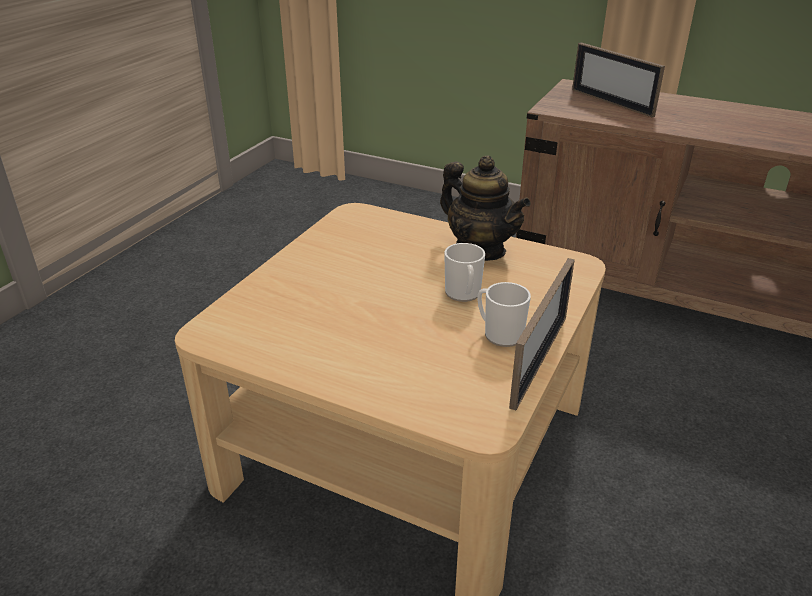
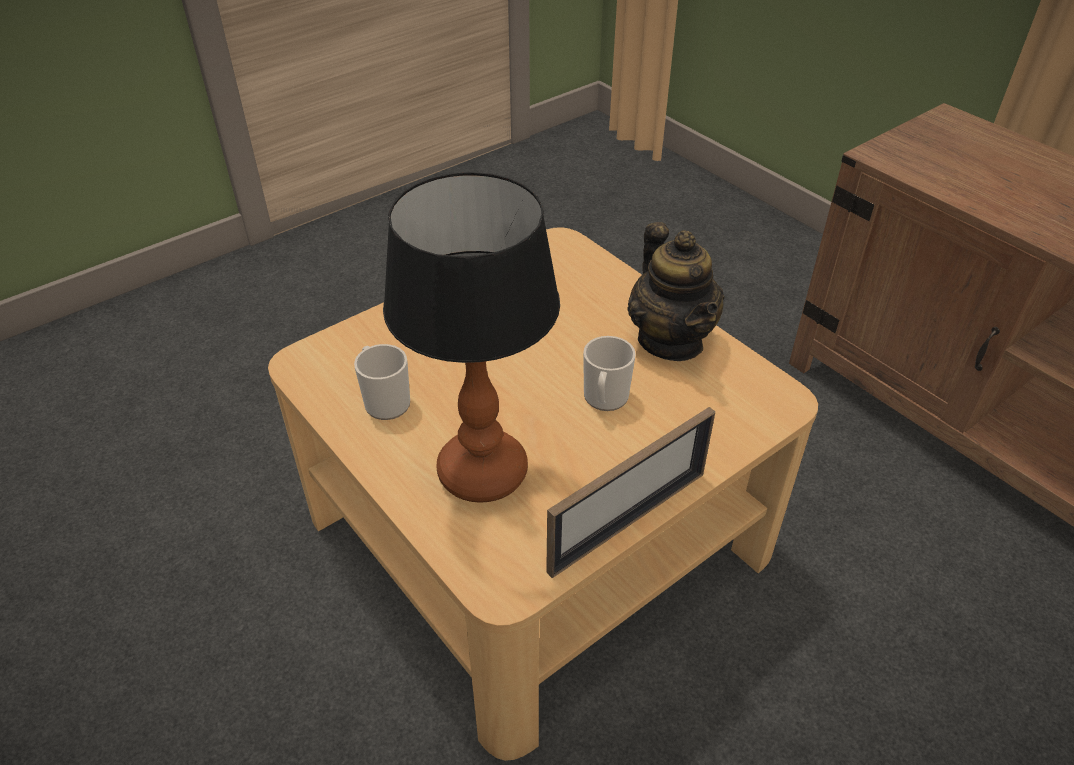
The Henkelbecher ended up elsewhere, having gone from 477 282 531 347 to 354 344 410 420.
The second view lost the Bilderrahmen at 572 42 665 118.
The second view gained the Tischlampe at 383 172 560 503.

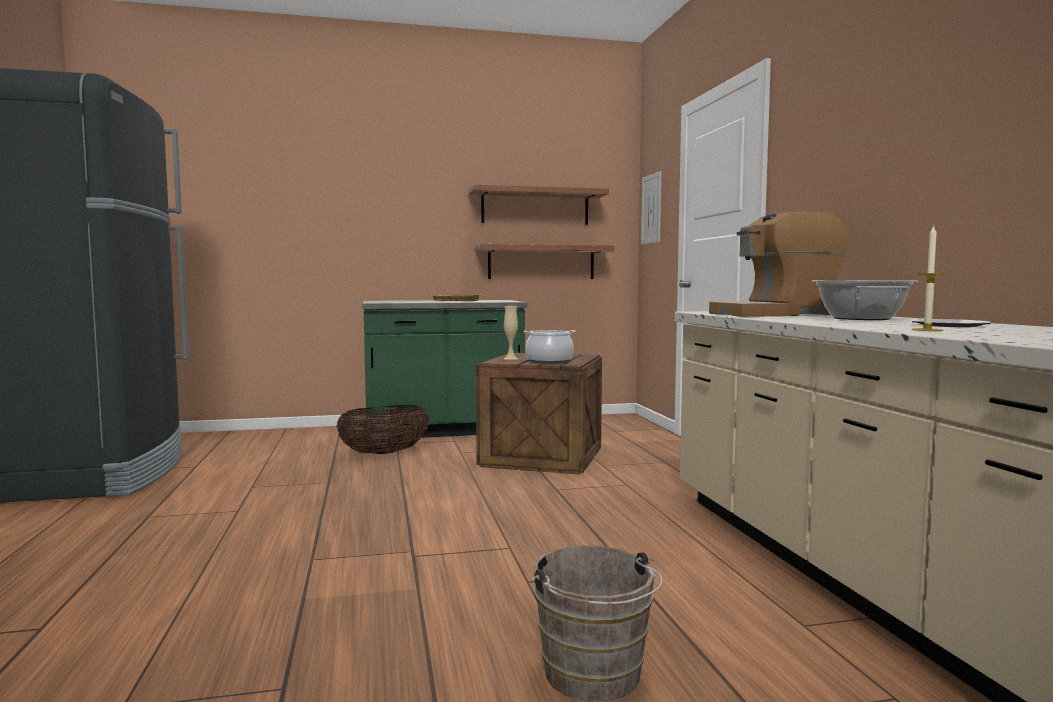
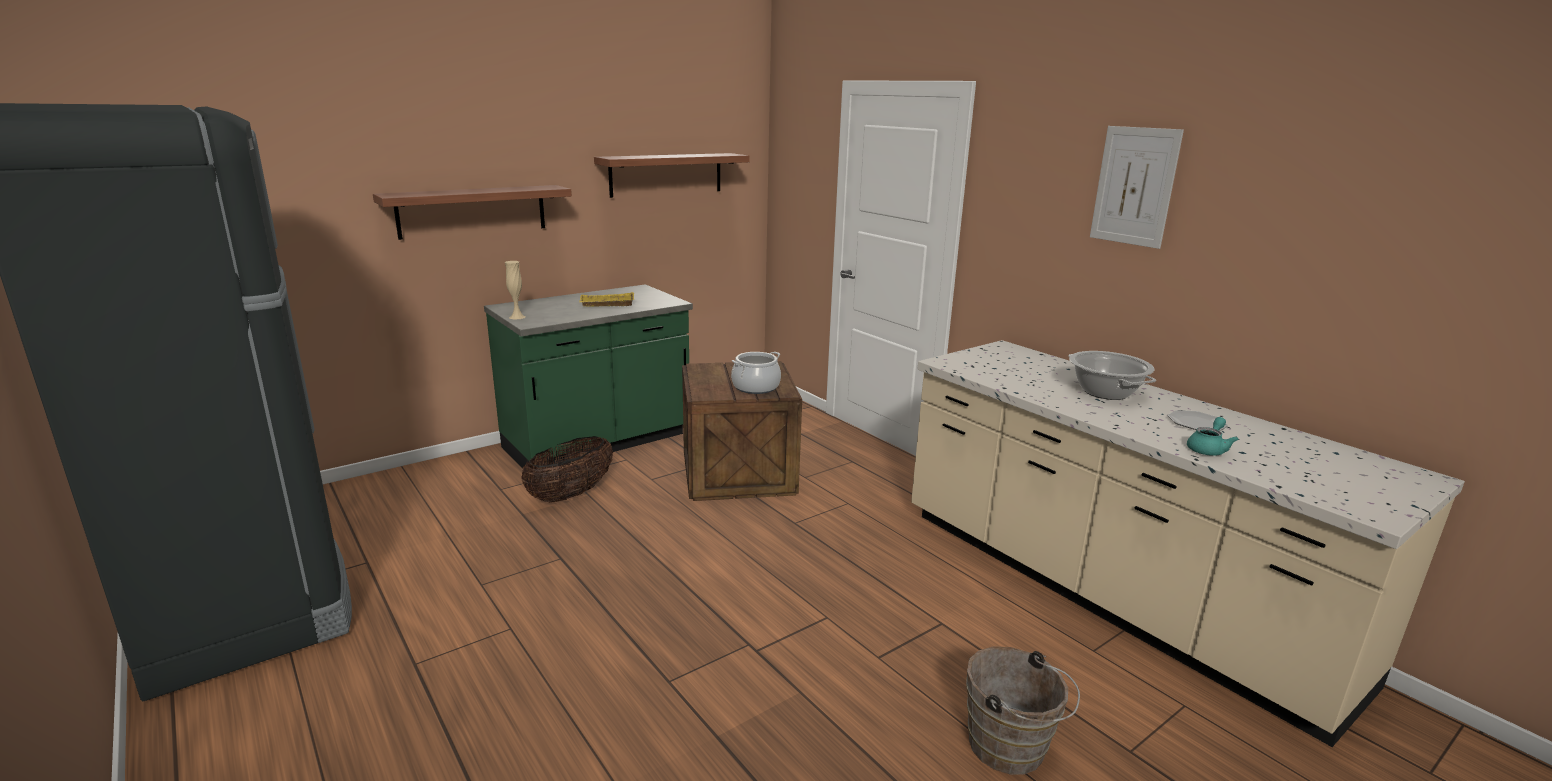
The Wandregal ended up elsewhere, having gone from 475 244 615 279 to 373 185 572 240.
The Vase (beige) ended up elsewhere, having gone from 504 306 518 360 to 505 261 525 320.
The Bild ended up elsewhere, having gone from 641 171 661 244 to 1090 126 1184 249.
The second view lost the Kaffeemaschine at 709 212 848 317.
Where the Kerze stood at 912 225 945 331, the Teekanne (türkis) came to stand at 1187 417 1238 456.

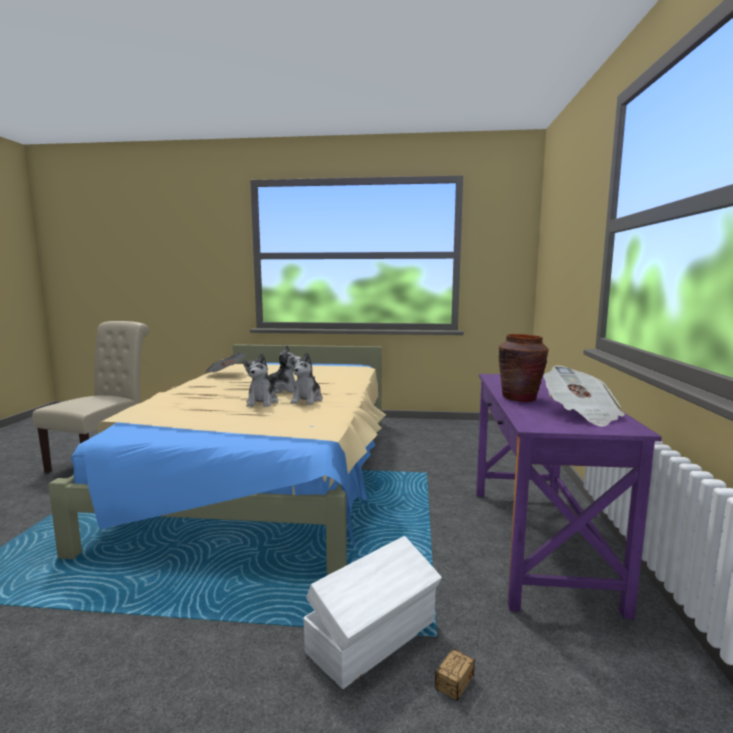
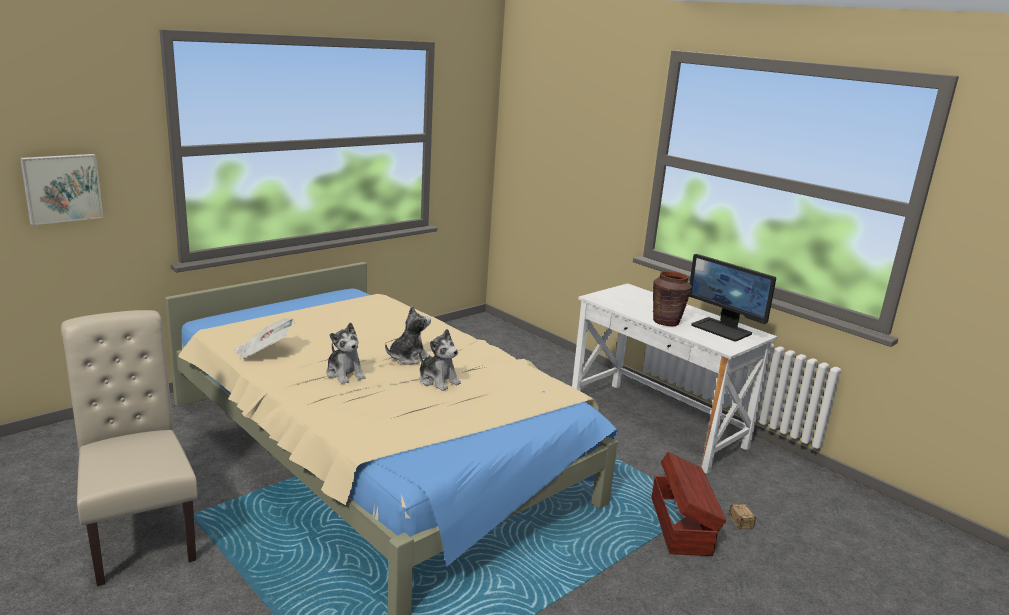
The Plüschtier ended up elsewhere, having gone from 289 352 323 405 to 326 322 366 384.
What was the Aufbewahrungsbox (weiß) at 303 536 442 689 turned into the Aufbewahrungsbox (braun) at 651 452 726 556.
What was the Schreibtisch (lila) at 476 374 662 619 turned into the Schreibtisch (weiß) at 572 283 777 474.
Where the Zeitung stood at 543 365 625 427, the Monitor came to stand at 689 254 776 341.
The second view gained the Bild at 20 154 103 225.

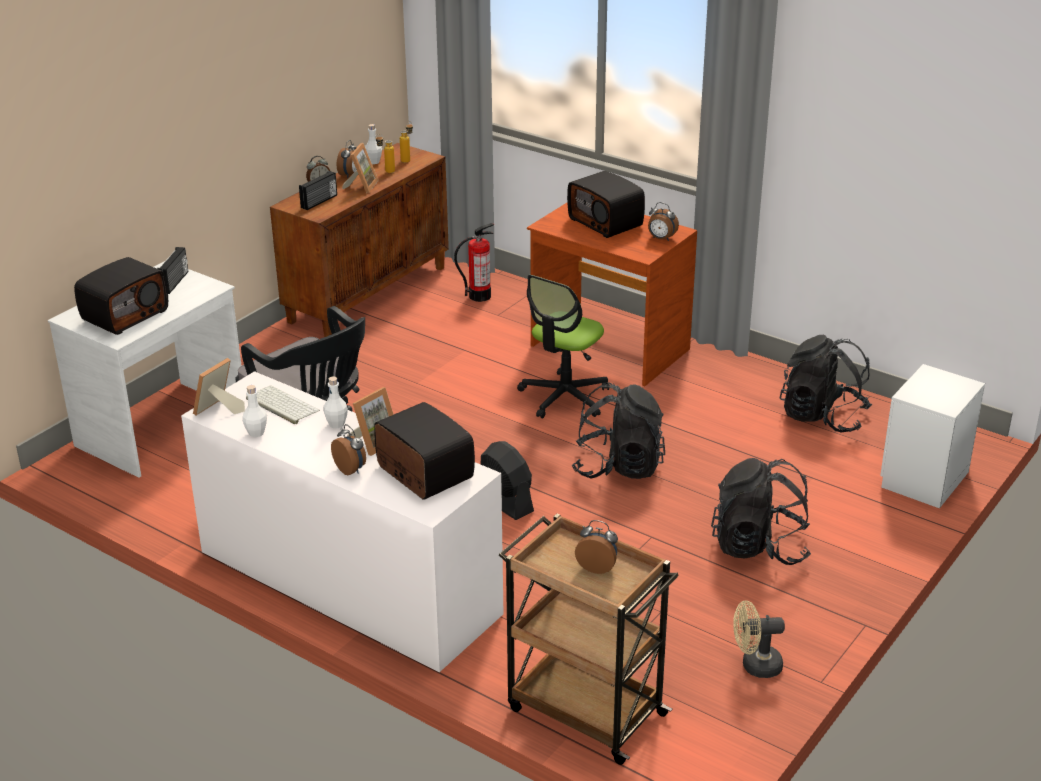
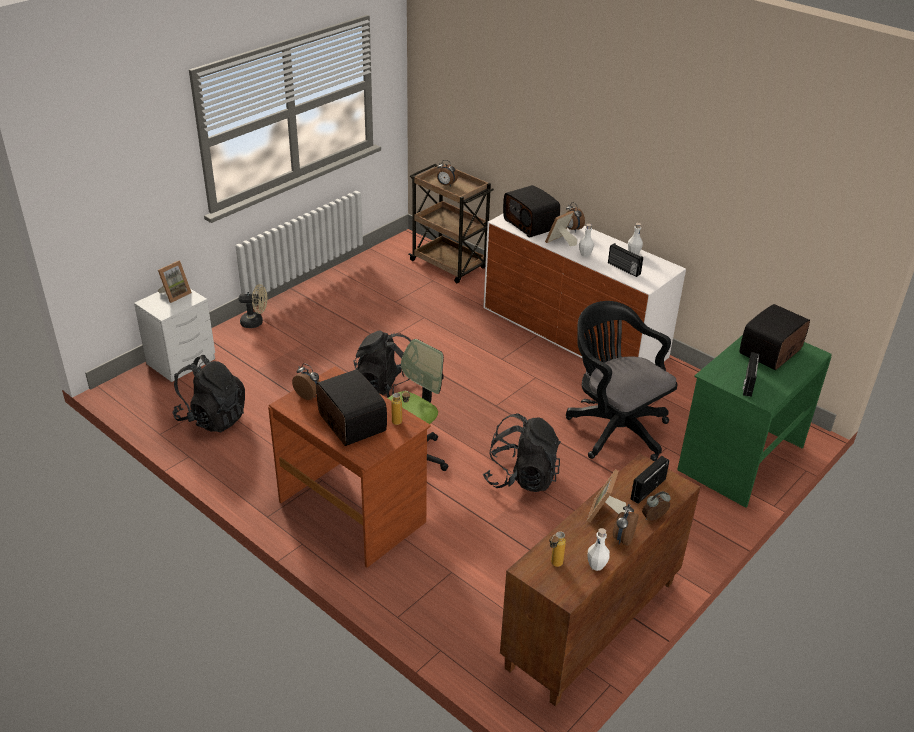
What was the Schreibtisch (weiß) at 48 261 241 478 turned into the Schreibtisch (grün) at 677 335 832 508.
The Bilderrahmen ended up elsewhere, having gone from 193 358 245 416 to 158 261 192 303.
Where the Tastatur stood at 246 386 320 424, the Radio came to stand at 608 243 643 277.
The Flasche ended up elsewhere, having gone from 375 134 395 173 to 391 391 410 425.
The second view lost the Feuerlöscher at 454 223 494 302.
The second view lost the Ventilator (schwarz) at 481 441 534 520.
The Rucksack (schwarz) ended up elsewhere, having gone from 711 458 811 565 to 483 413 561 492.
The Ventilator (beige) ended up elsewhere, having gone from 733 601 785 678 to 239 284 267 328.

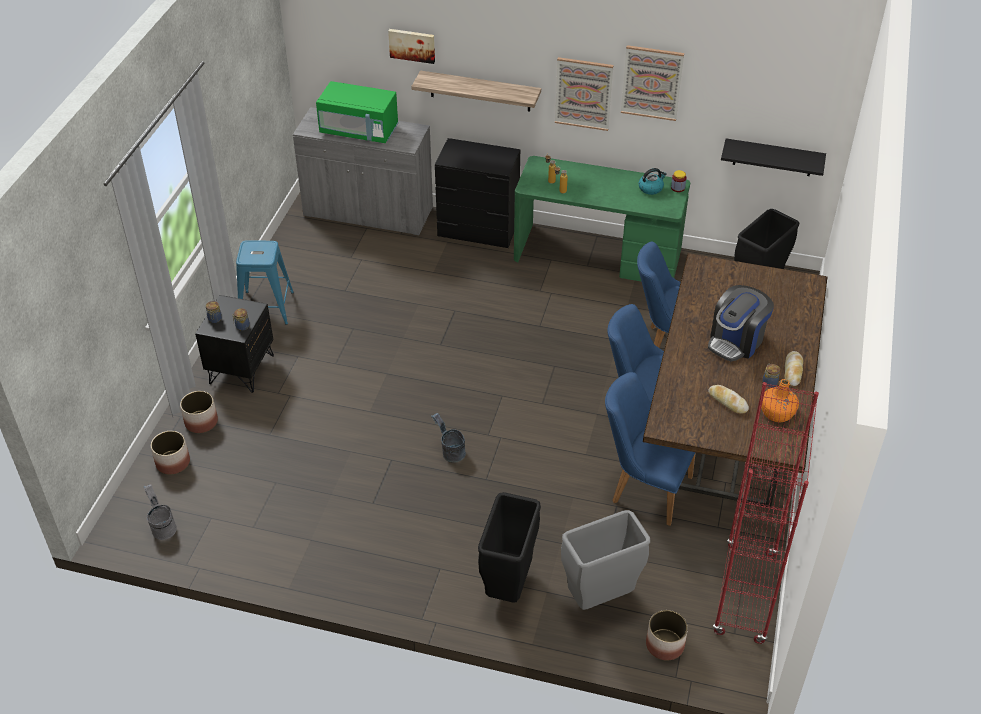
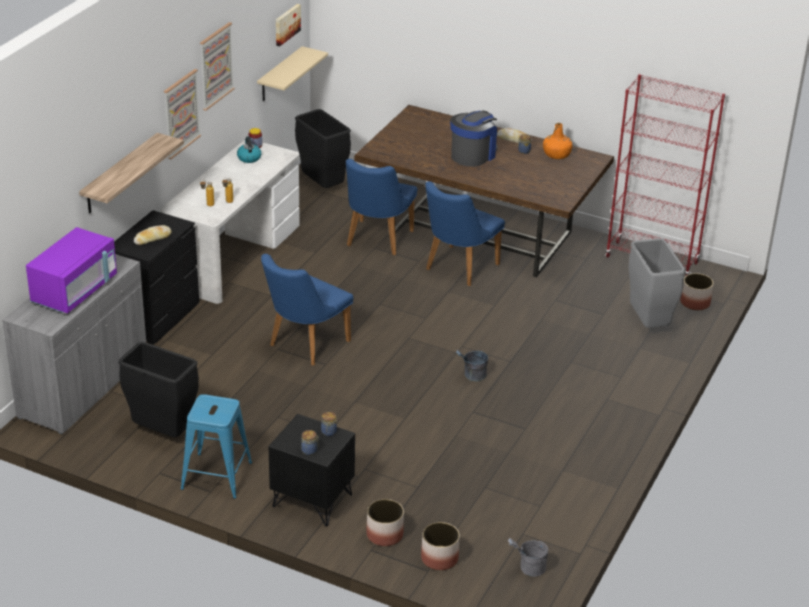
What was the Mikrowelle (grün) at 316 81 399 143 turned into the Mikrowelle (lila) at 26 227 117 313.
The Bild ended up elsewhere, having gone from 388 29 435 64 to 276 4 301 46.
The Mülleimer (schwarz) ended up elsewhere, having gone from 478 492 541 603 to 119 342 199 437.
What was the Schreibtisch (grün) at 514 156 690 281 turned into the Schreibtisch (weiß) at 161 140 300 304.
The Stuhl (blau) ended up elsewhere, having gone from 605 372 696 526 to 261 254 353 365.
The Kaffeemaschine at 708 285 774 361 ended up facing another way, 105 degrees counterclockwise from before.
The Brot ended up elsewhere, having gone from 708 385 749 414 to 134 225 172 245.
What was the Wandregal (schwarz) at 721 139 826 176 turned into the Wandregal (beige) at 257 46 328 101.

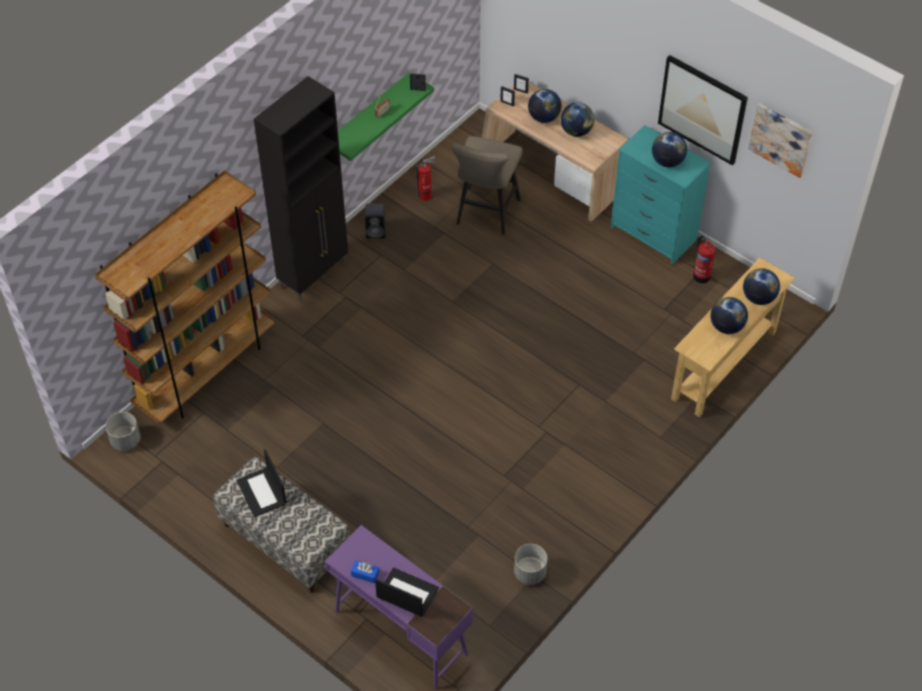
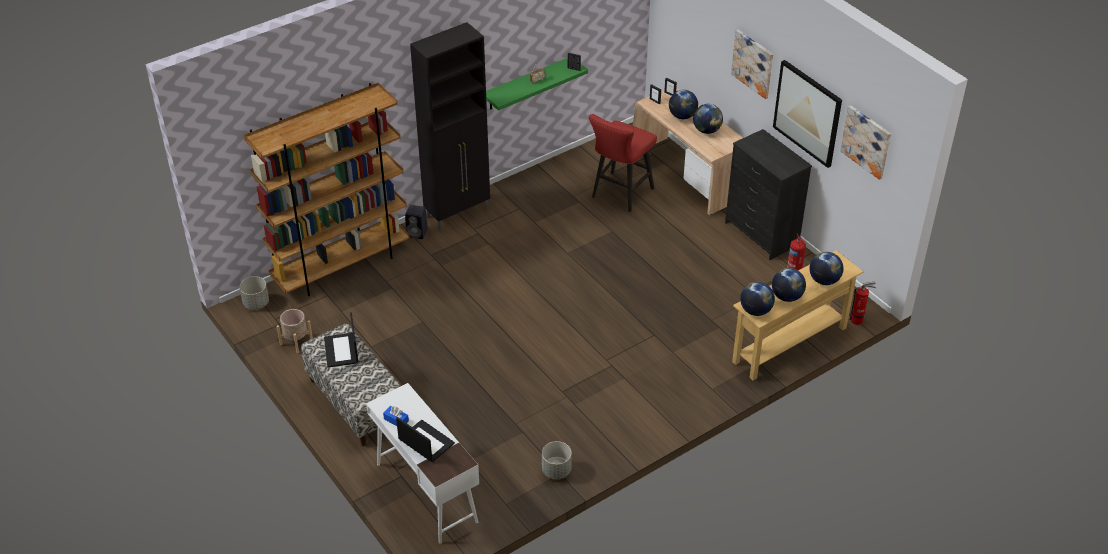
What was the Schreibtisch (lila) at 325 525 473 690 turned into the Schreibtisch (weiß) at 366 383 479 544.
The Lautsprecher (schwarz) ended up elsewhere, having gone from 365 204 386 239 to 405 205 428 239.
The Feuerlöscher ended up elsewhere, having gone from 416 156 436 201 to 849 281 876 325.
What was the Hocker (beige) at 451 136 523 235 turned into the Hocker (rot) at 589 114 657 212.
What was the Kommode (türkis) at 611 125 711 265 turned into the Kommode (schwarz) at 725 129 812 260.
The Globus ended up elsewhere, having gone from 652 132 687 167 to 740 282 775 316.
The second view gained the Pflanzkübel (beige) at 277 309 313 353.
The second view gained the Bild at 731 30 773 99.

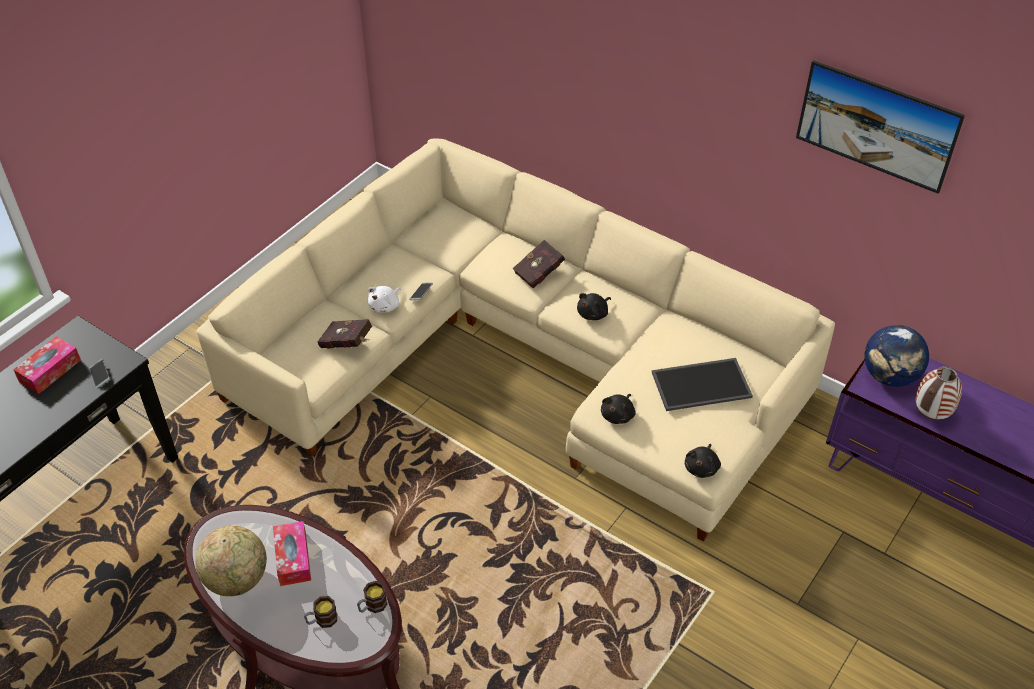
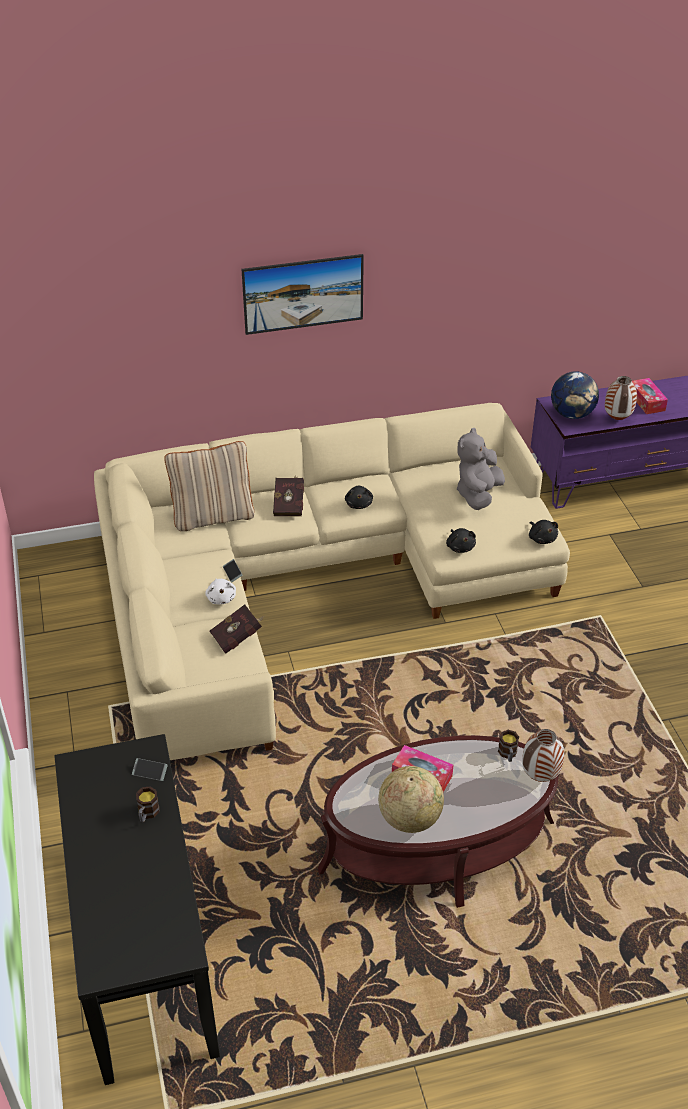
The Taschentuchbox ended up elsewhere, having gone from 13 336 81 394 to 632 378 668 414.
The Henkelbecher ended up elsewhere, having gone from 304 596 337 628 to 136 786 160 823.
Where the Tablett stood at 652 358 753 411, the Plüschtier (grau) came to stand at 457 428 505 510.
The Bild ended up elsewhere, having gone from 796 60 965 194 to 242 254 364 335.
The second view gained the Kissen (beige) at 164 441 255 531.
The second view gained the Vase at 522 729 564 782.

